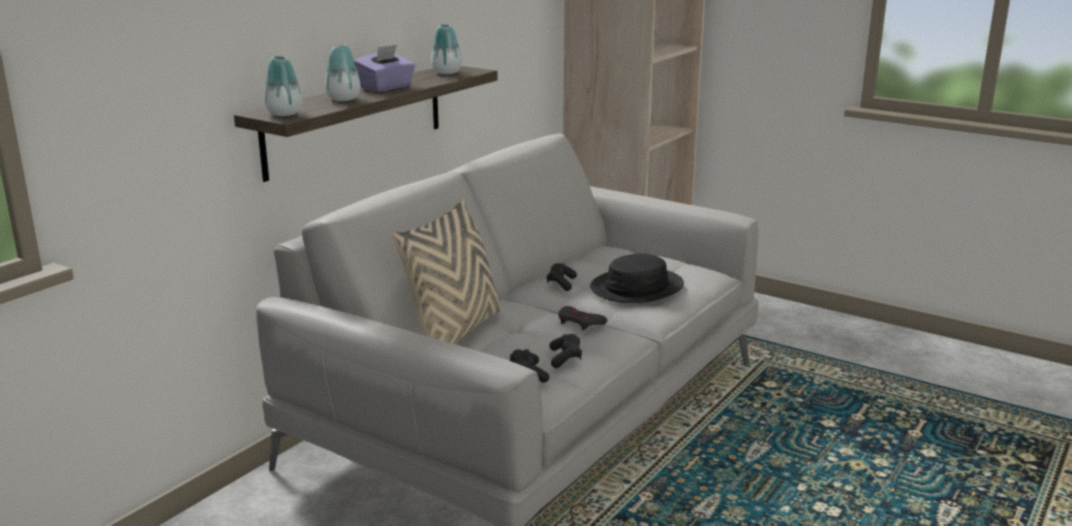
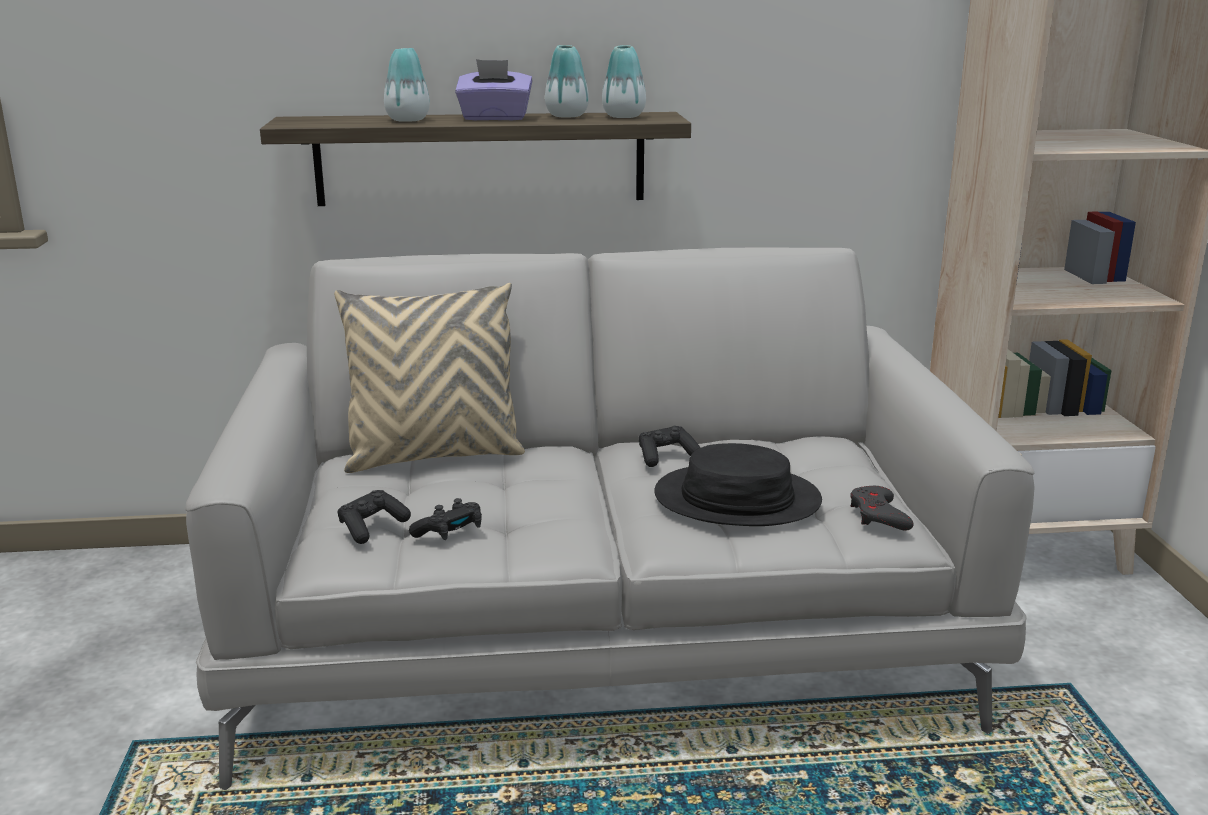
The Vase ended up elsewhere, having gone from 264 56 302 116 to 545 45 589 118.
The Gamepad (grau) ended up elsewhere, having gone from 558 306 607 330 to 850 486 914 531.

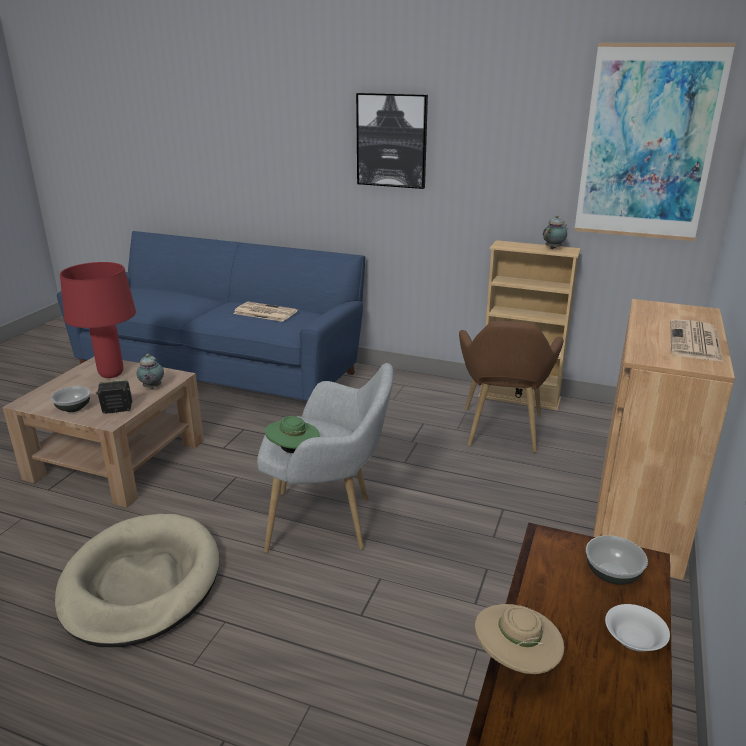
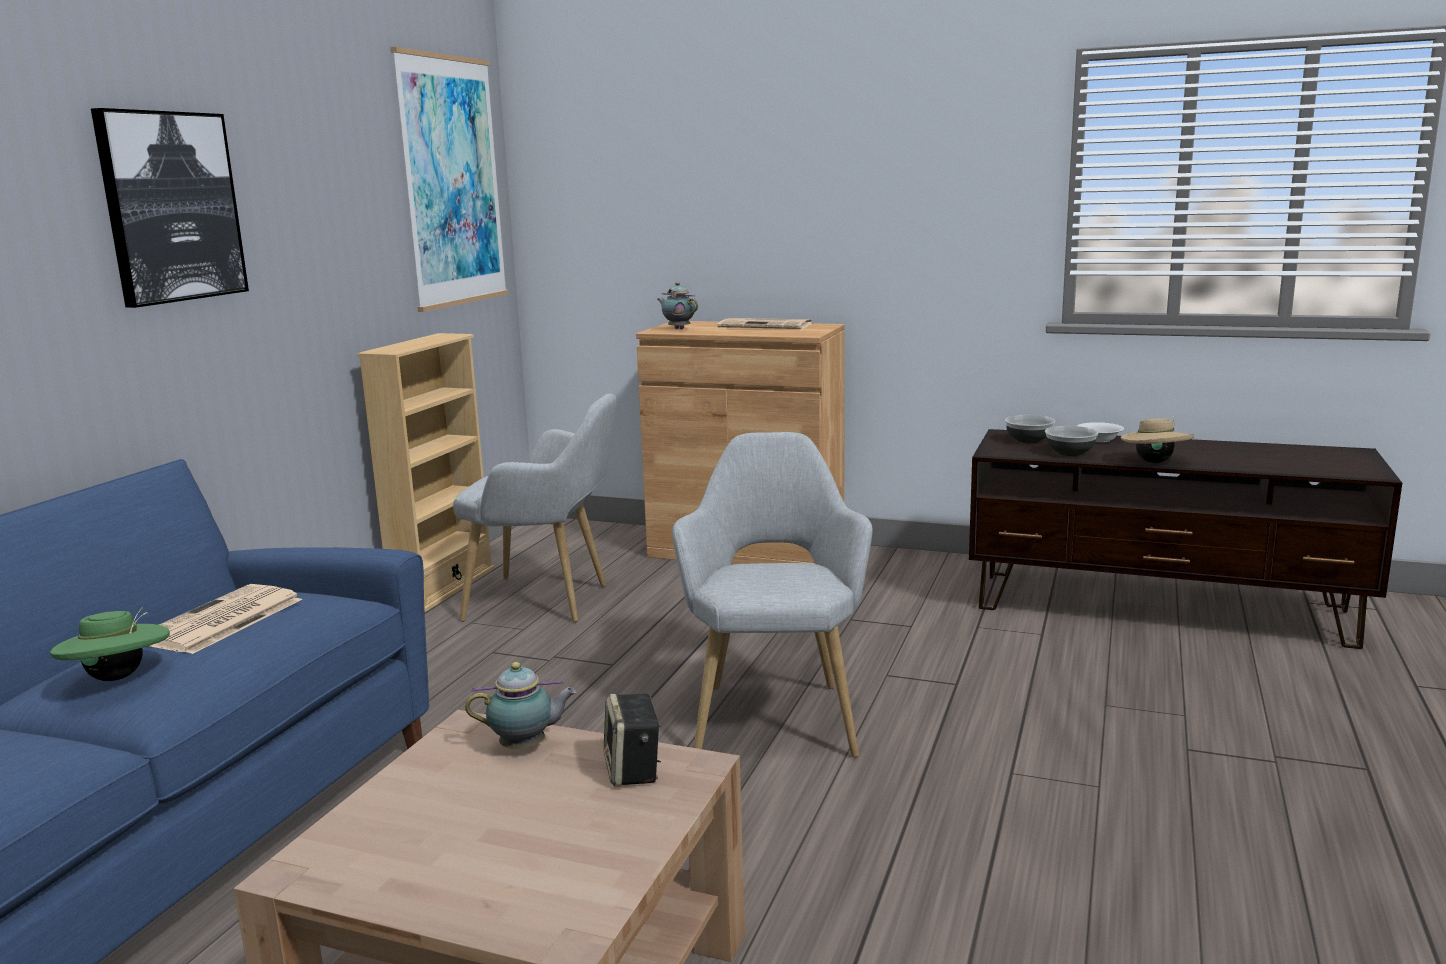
The Schüssel ended up elsewhere, having gone from 51 386 90 412 to 1045 426 1098 456.
The second view lost the Hundebett (beige) at 55 514 219 647.
The second view lost the Tischlampe (rot) at 60 262 136 378.
The Hut (grün) ended up elsewhere, having gone from 265 416 320 453 to 50 607 170 681.
What was the Sessel (braun) at 459 321 564 453 turned into the Sessel (grau) at 453 393 617 622.
The Teekanne ended up elsewhere, having gone from 543 215 567 249 to 657 282 698 330.

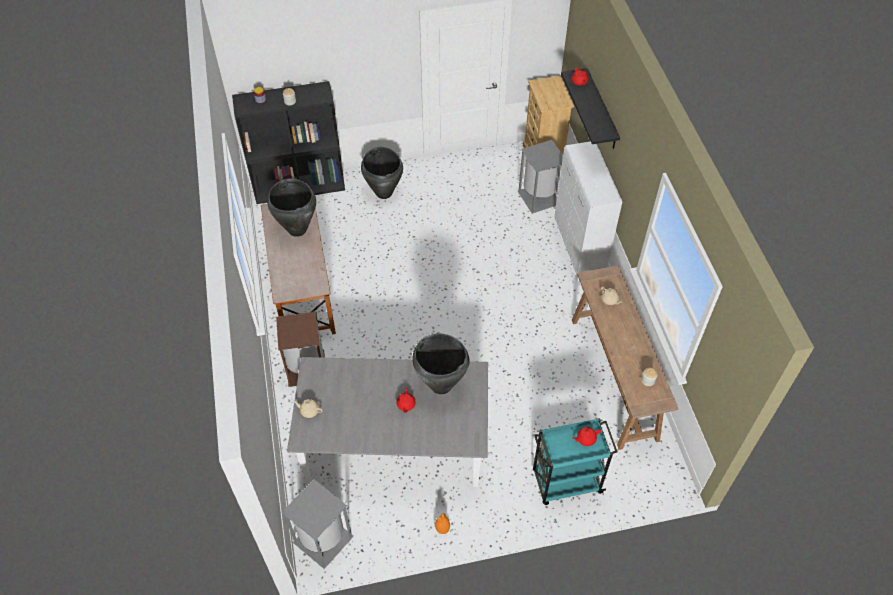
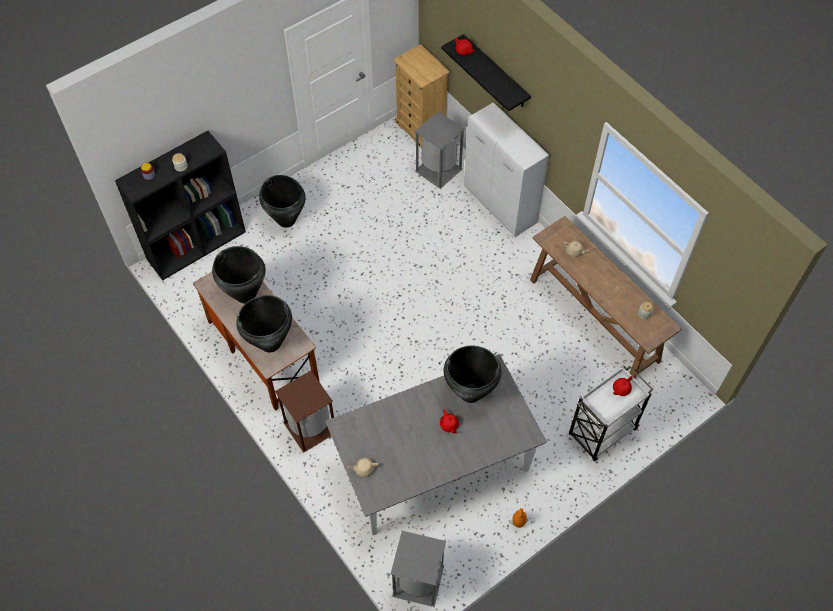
What was the Rollwagen (türkis) at 533 418 617 505 turned into the Rollwagen (weiß) at 569 366 653 461.
The second view gained the Vase (schwarz) at 236 295 292 353.

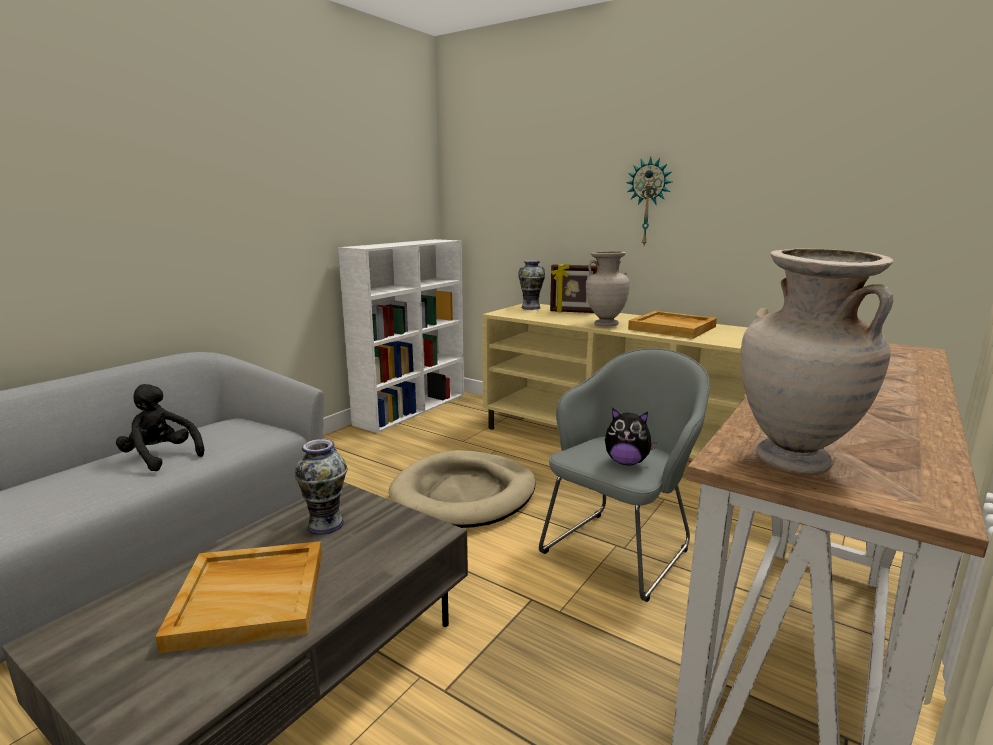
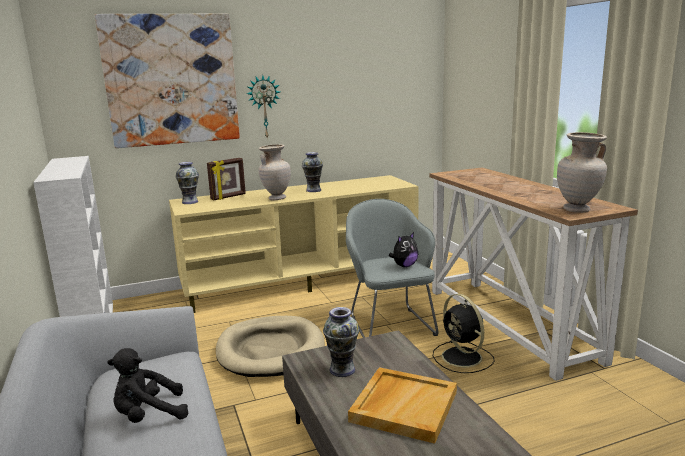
Where the Tablett (beige) stood at 628 311 717 339, the Vase came to stand at 302 152 323 192.
The second view gained the Bild at 95 14 240 148.
The second view gained the Ventilator (schwarz) at 433 294 494 373.

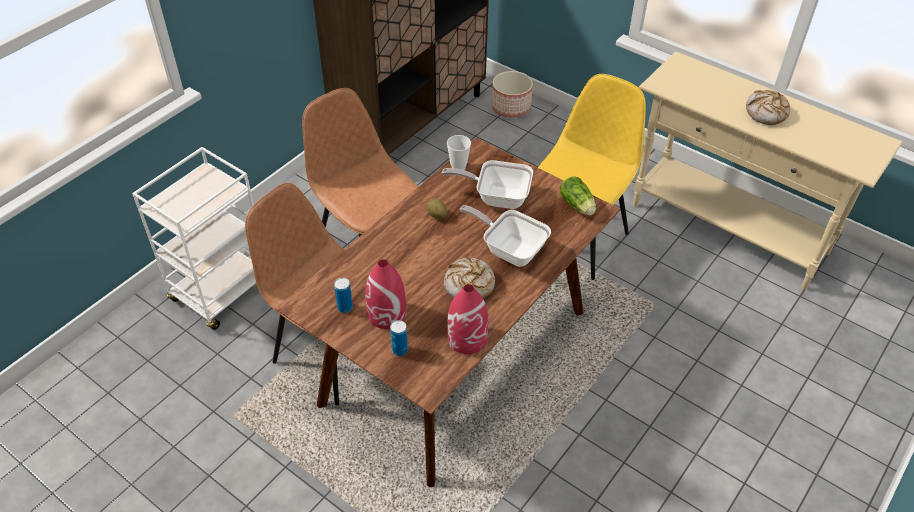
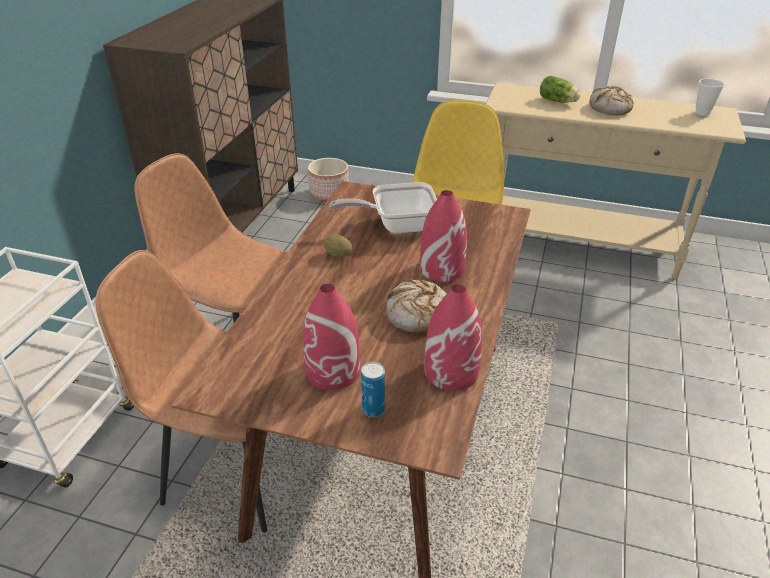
The second view lost the Dose at 334 278 353 313.
The Tasse ended up elsewhere, having gone from 447 135 471 170 to 695 79 725 116.
Where the Pfanne stood at 460 205 551 267, the Vase (rot) came to stand at 420 190 467 282.
The Salatkopf ended up elsewhere, having gone from 560 176 596 216 to 540 76 581 103.

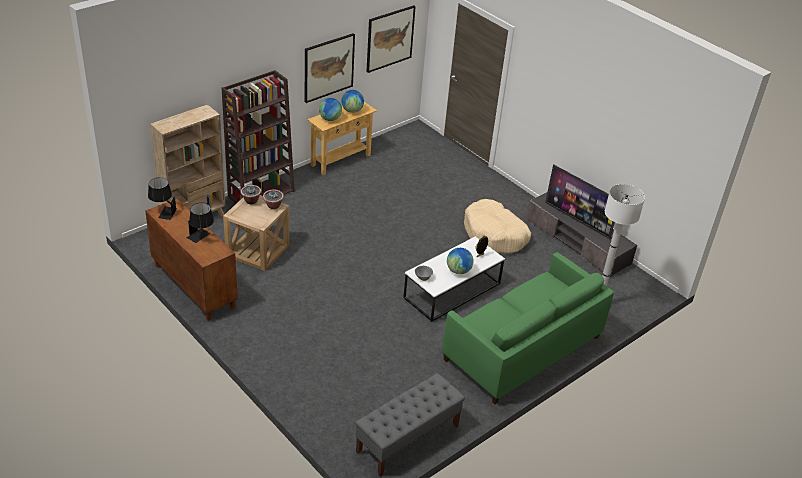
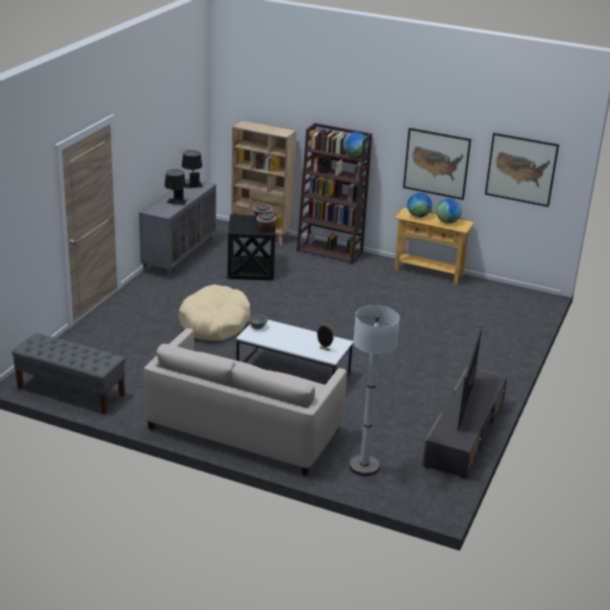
What was the Schrank (braun) at 146 198 238 321 turned into the Schrank (grau) at 139 178 216 279.
What was the Beistelltisch (beige) at 223 195 289 271 turned into the Beistelltisch (schwarz) at 227 215 276 281.
What was the Sofa (grün) at 442 252 614 404 turned into the Sofa (beige) at 144 328 347 476.
The Globus ended up elsewhere, having gone from 447 248 474 274 to 343 132 368 157.
The Hundebett (beige) ended up elsewhere, having gone from 464 199 531 253 to 179 284 251 341.

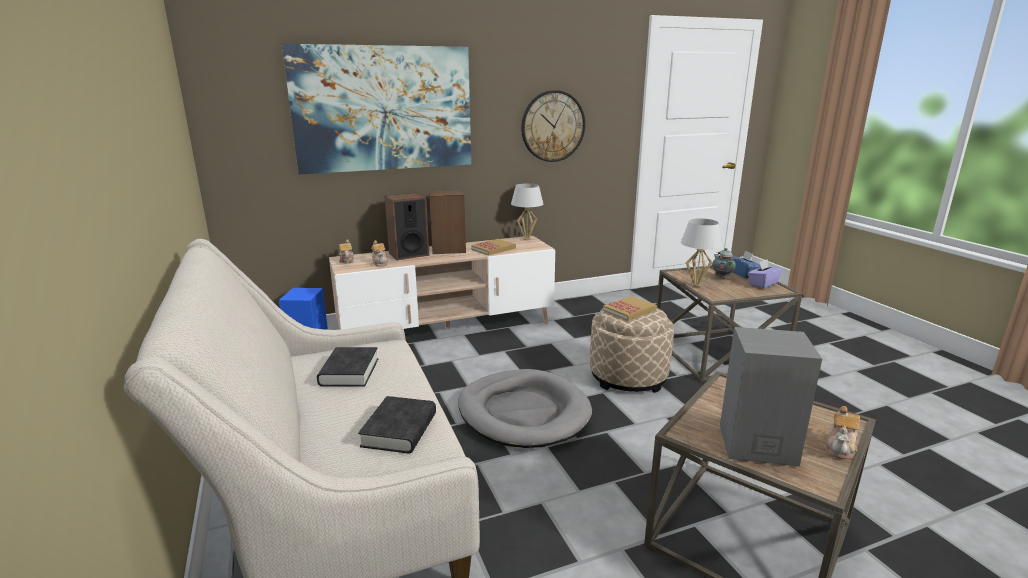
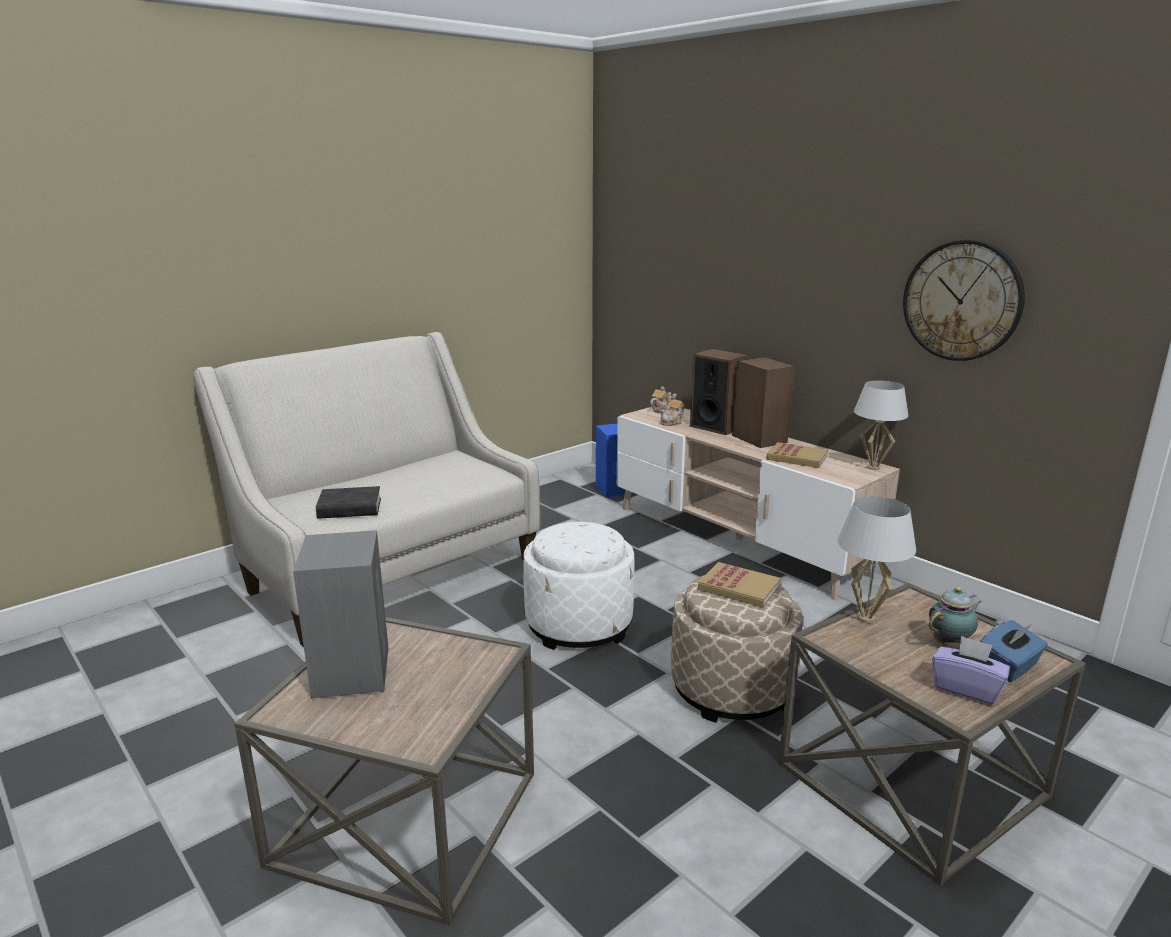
The second view lost the Bild at 282 44 471 174.
The second view lost the Buch (schwarz) at 317 347 378 387.
Where the Hundebett (grau) stood at 458 369 592 448, the Polsterhocker (weiß) came to stand at 523 522 635 650.
The second view lost the Teekanne at 826 406 860 459.

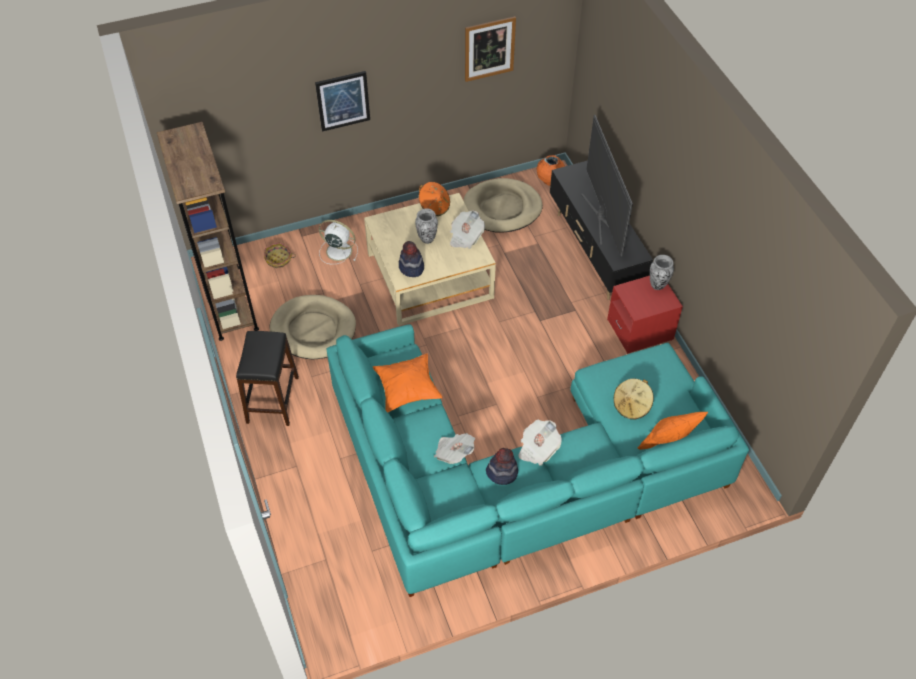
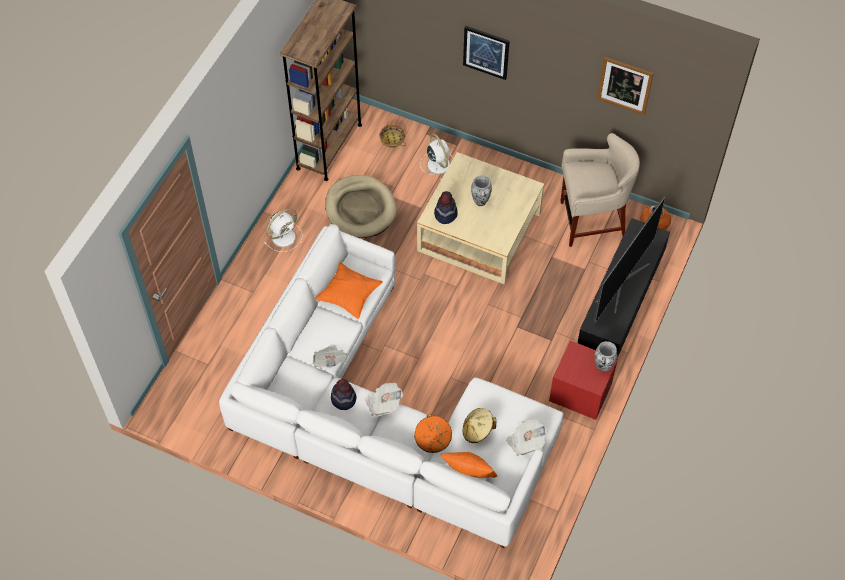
Where the Hocker (schwarz) stood at 236 331 299 426, the Ventilator (weiß) came to stand at 265 208 303 252.
What was the Sofa (türkis) at 326 324 749 597 turned into the Sofa (weiß) at 219 224 564 548.
The Hut (orange) ended up elsewhere, having gone from 419 182 450 216 to 414 414 452 453.
The Zeitung ended up elsewhere, having gone from 450 210 485 249 to 506 419 547 456.
Where the Hundebett (beige) stood at 463 178 543 233, the Hocker (beige) came to stand at 560 133 640 247.

